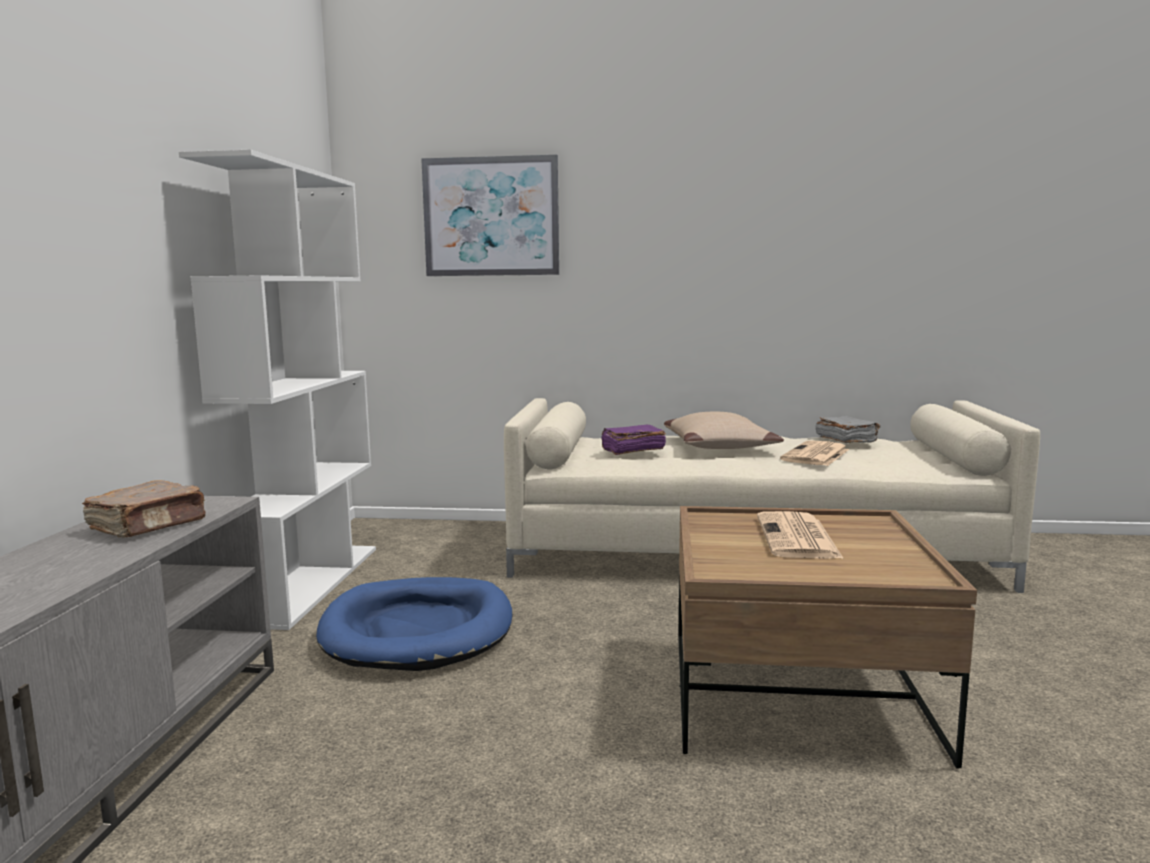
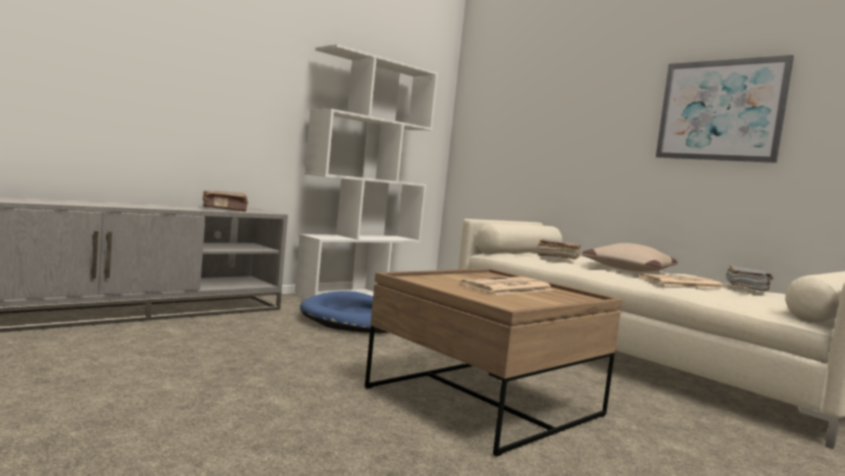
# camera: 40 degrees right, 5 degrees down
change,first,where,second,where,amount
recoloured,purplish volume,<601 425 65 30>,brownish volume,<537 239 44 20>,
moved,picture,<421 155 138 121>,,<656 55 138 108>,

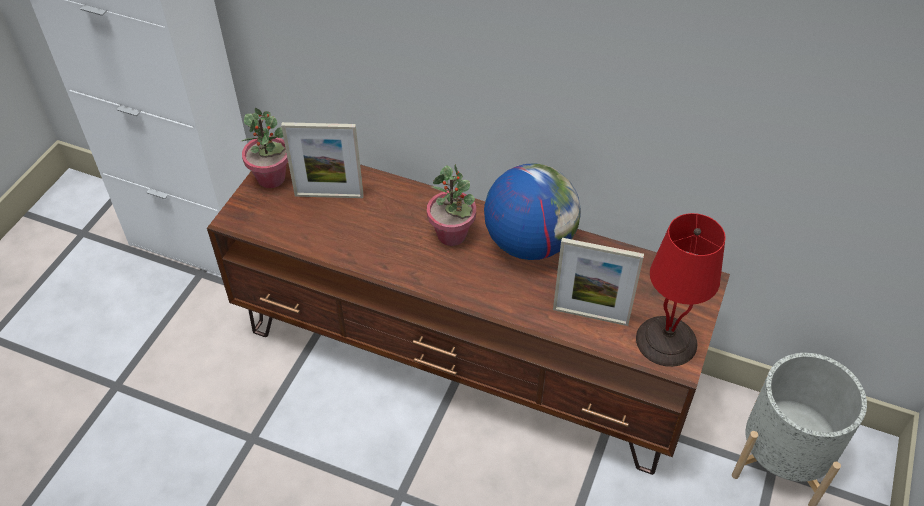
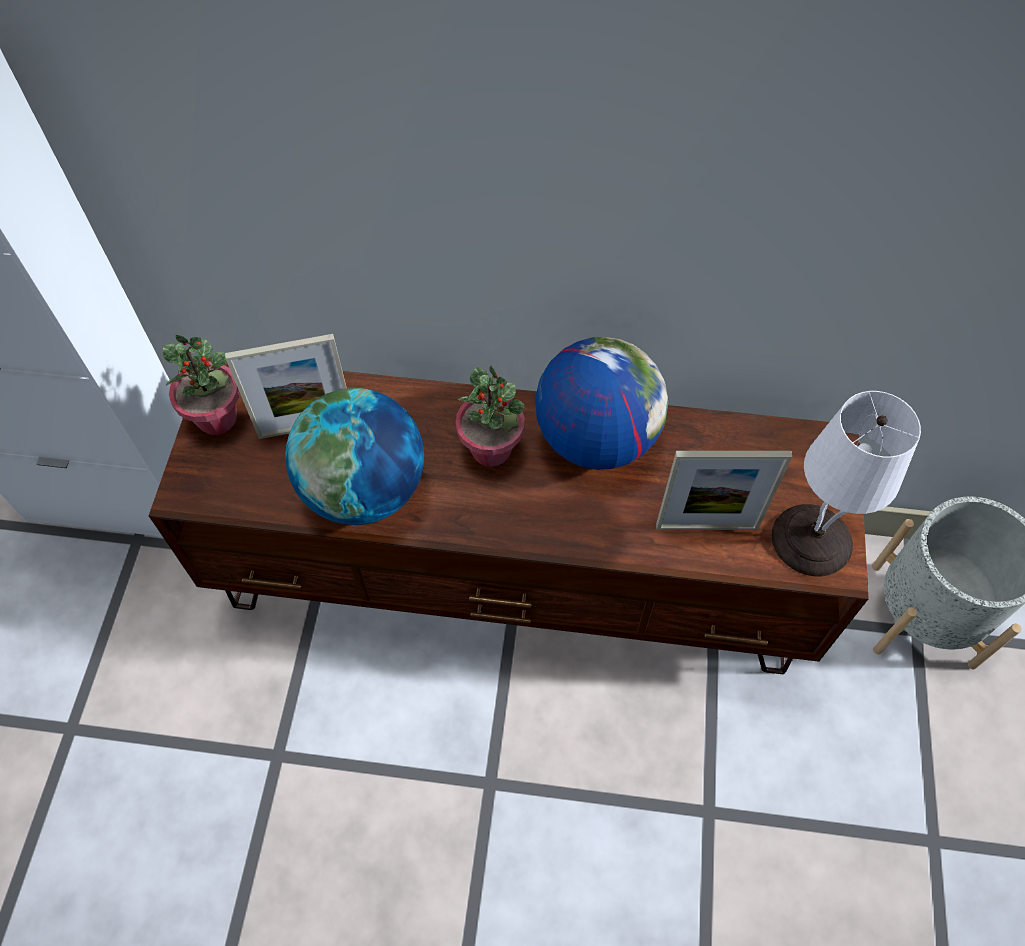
# camera: 15 degrees left, 10 degrees up
change,first,where,second,where,amount
added,,,desk globe,<285 388 139 137>,
recoloured,red-coloured table lamp,<636 213 90 154>,white table lamp,<772 391 149 185>,

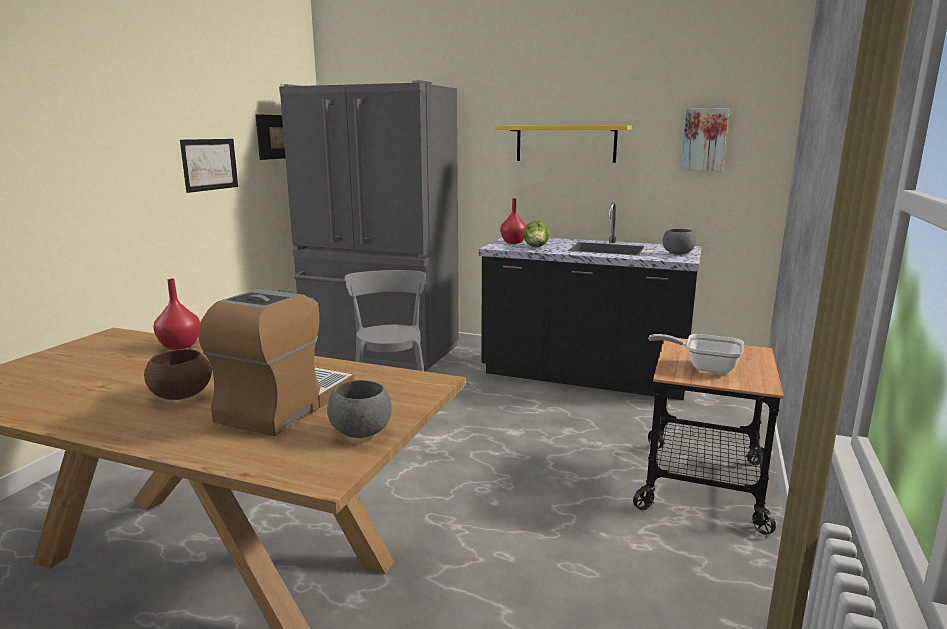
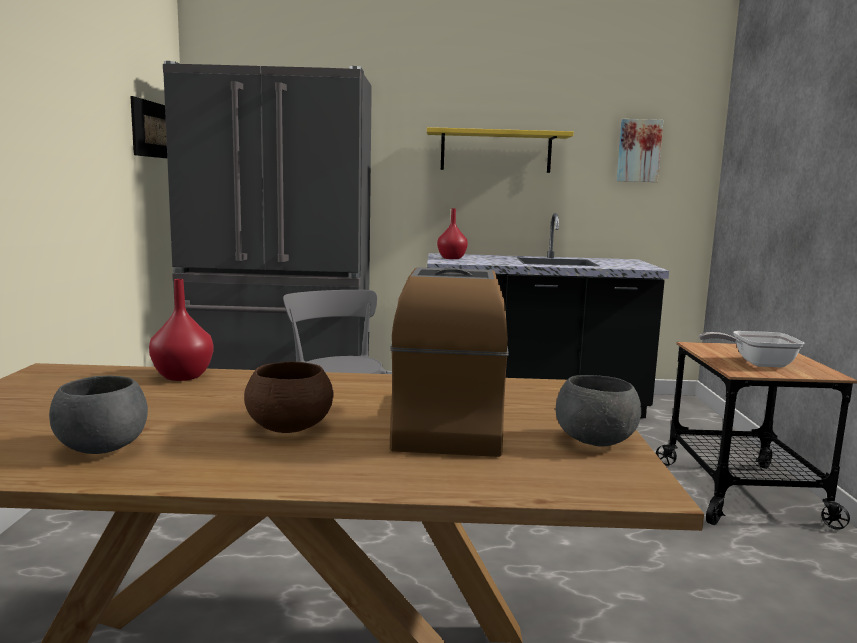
# camera: 20 degrees left, 5 degrees down
change,first,where,second,where,amount
moved,gray bowl,<663 229 33 26>,,<49 376 99 78>,
removed,picture,<180 139 58 54>,,,
removed,lettuce,<523 221 27 26>,,,

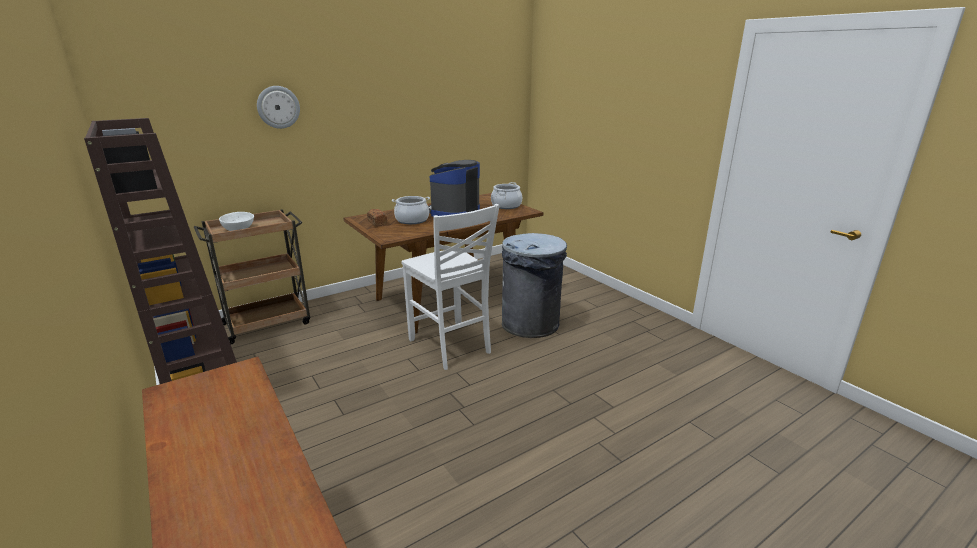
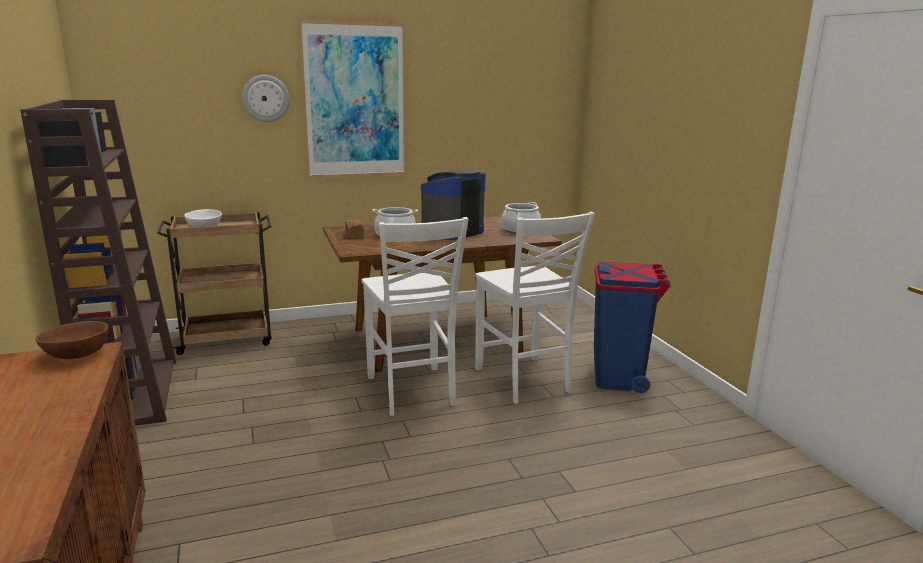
# camera: 15 degrees right, 5 degrees down
change,first,where,second,where,amount
added,,,brownish bowl,<35 321 73 38>,
added,,,picture,<301 20 103 158>,
replaced,gray rubbish bin,<502 233 65 105>,white plain chair,<475 212 120 192>,
added,,,blue-coloured rubbish bin,<594 262 76 131>,

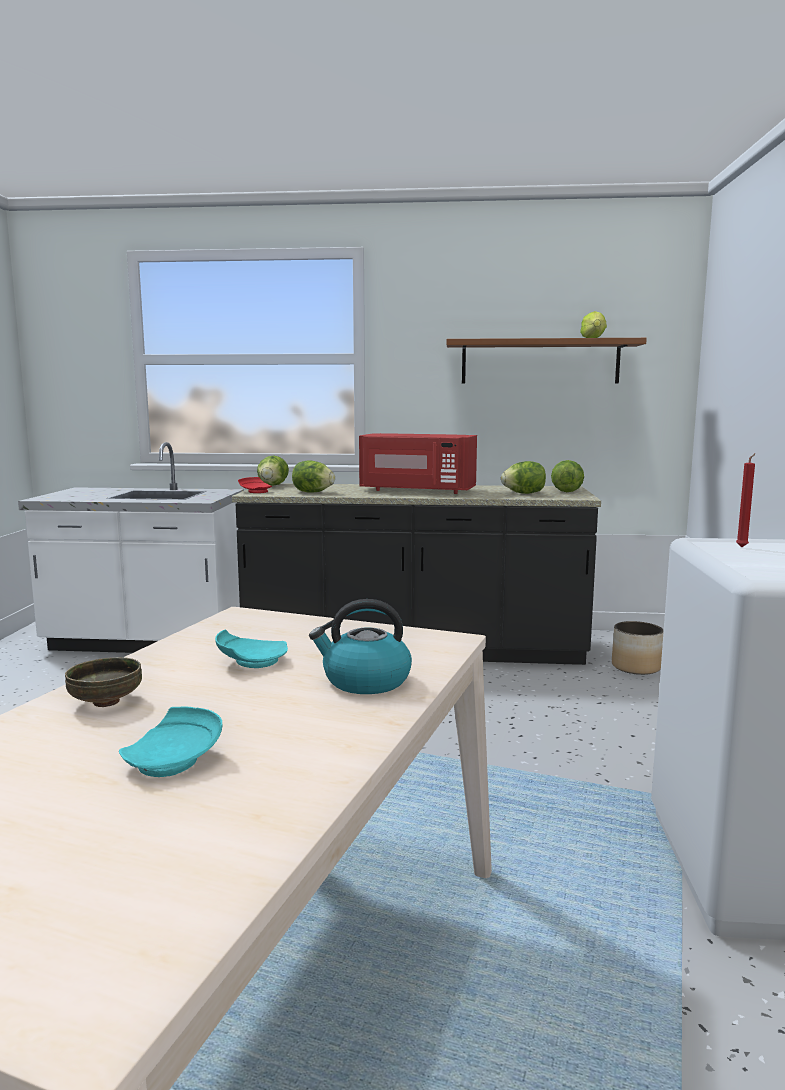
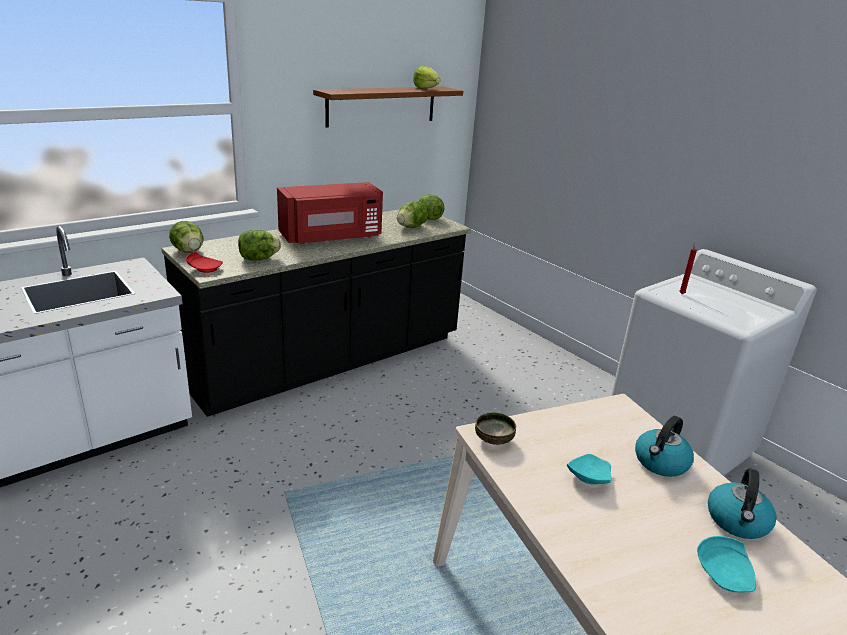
# camera: 45 degrees left, 15 degrees up
change,first,where,second,where,amount
moved,bowl,<65 657 77 50>,,<475 412 41 33>,
added,,,kettle,<708 468 68 71>,
removed,planter,<612 621 52 54>,,,

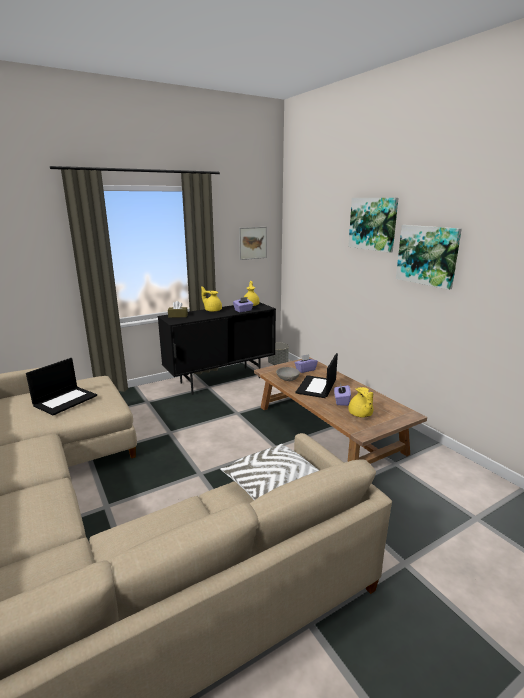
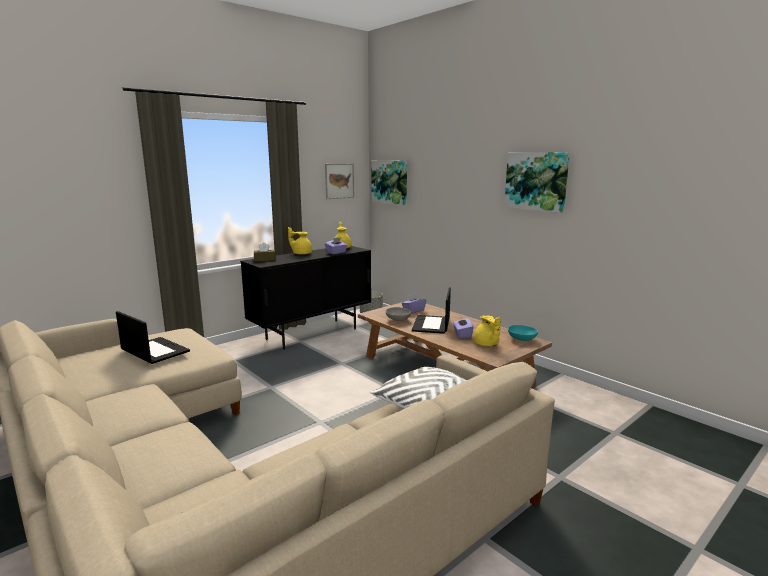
# camera: 10 degrees left, 5 degrees down
change,first,where,second,where,amount
turned,portable computer,<26 358 71 57>,,<116 311 74 53>,75 degrees counterclockwise
moved,picture,<348 198 50 55>,,<371 160 36 46>,
added,,,turquoise bowl,<508 325 30 16>,

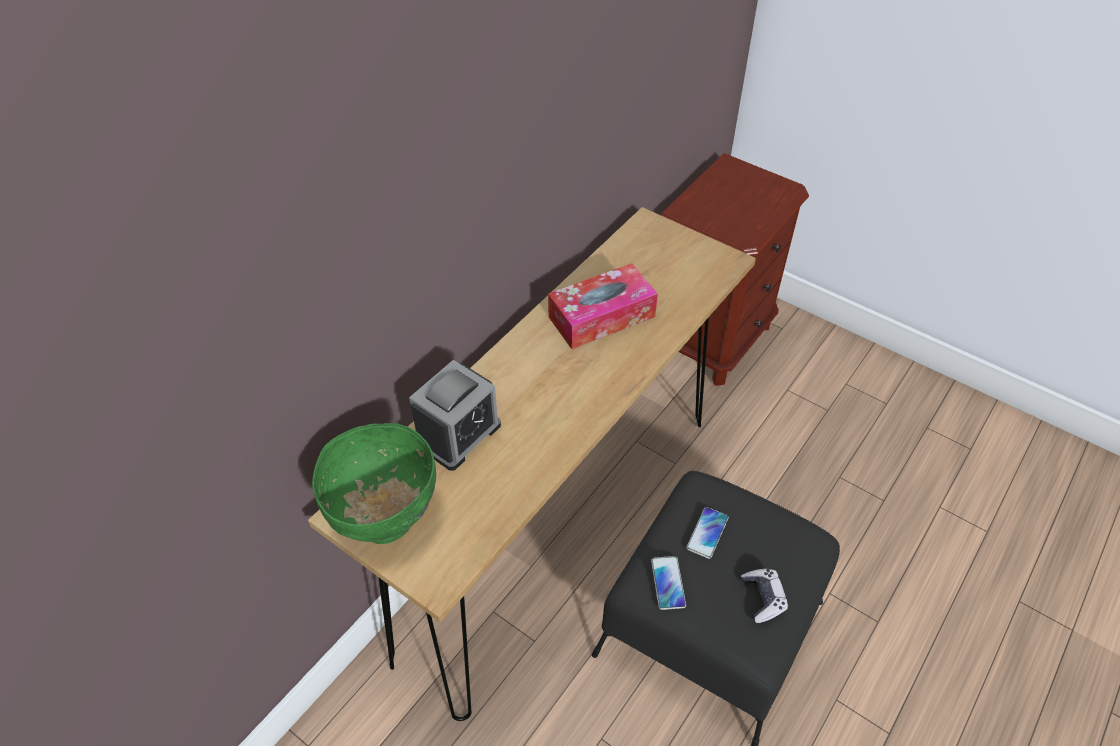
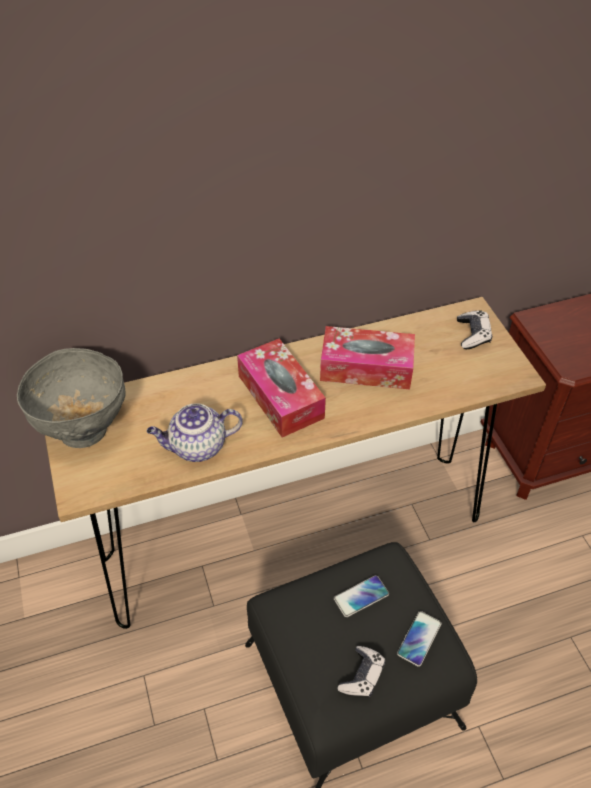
# camera: 35 degrees right, 0 degrees up
change,first,where,second,where,amount
recoloured,green bowl,<312 423 124 121>,gray bowl,<17 348 109 100>,
added,,,pot for tea,<147 403 96 59>,
added,,,tissue box,<237 339 89 98>,
moved,phone,<651 556 35 54>,,<397 611 44 56>,
added,,,joypad,<457 310 35 39>,
removed,alarm clock,<409 360 92 111>,,,

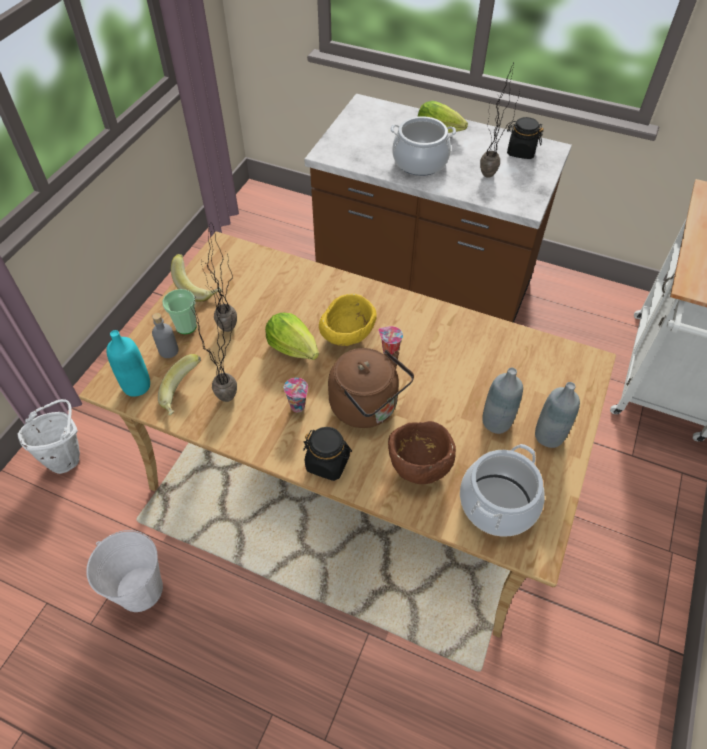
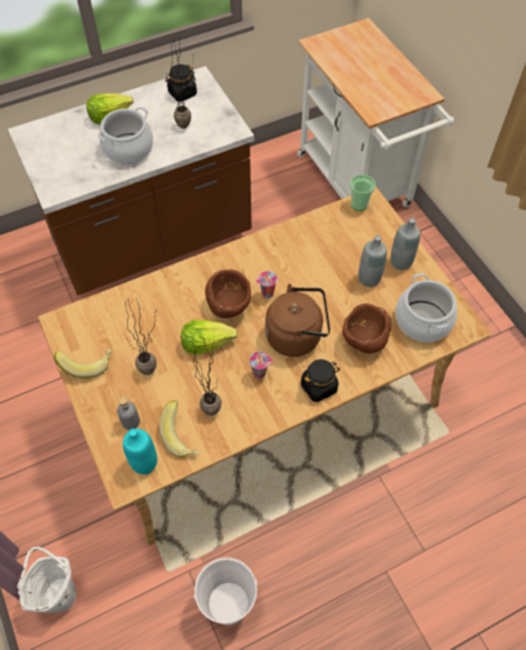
# camera: 50 degrees left, 5 degrees up
change,first,where,second,where,amount
recoloured,yellowish bowl,<319 294 58 52>,brownish bowl,<205 269 46 49>,
moved,small cup,<162 289 35 45>,,<350 175 25 36>,

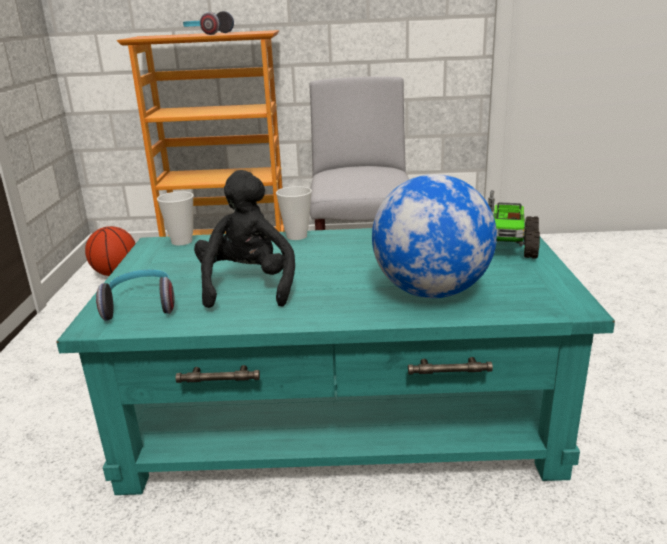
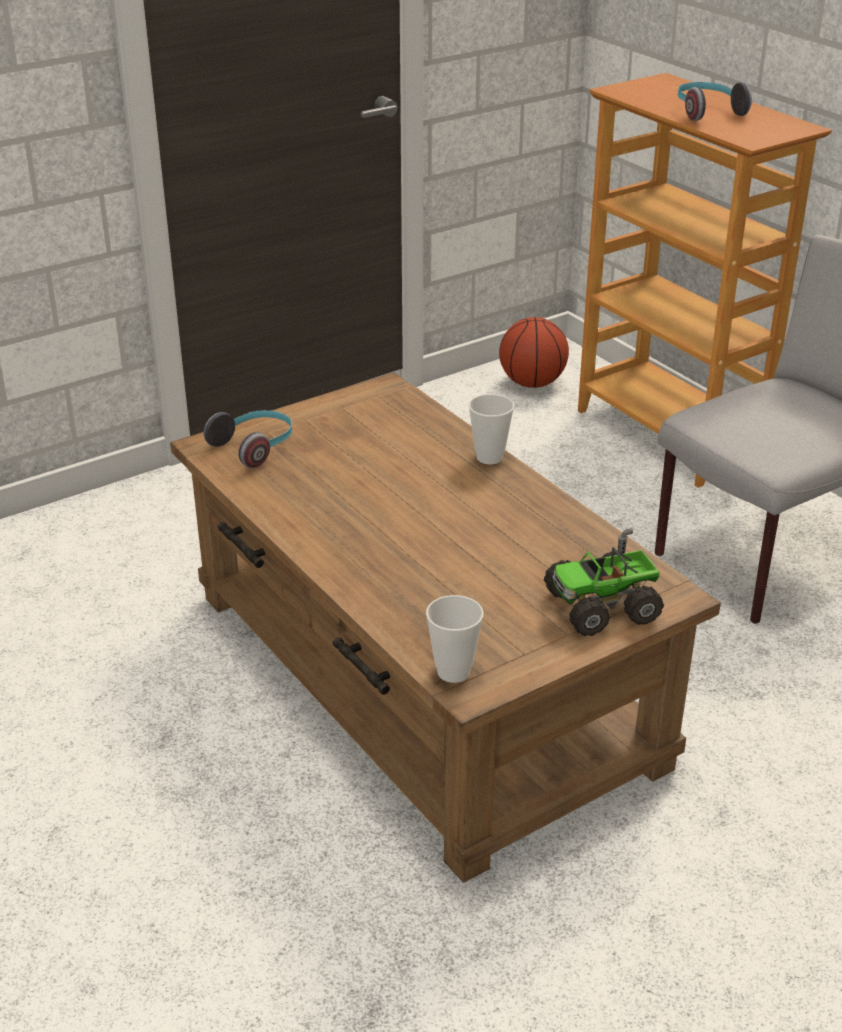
# camera: 55 degrees right, 10 degrees up
change,first,where,second,where,amount
recoloured,turquoise low table,<57 228 558 267>,brownish low table,<170 372 551 511>,
moved,small cup,<157 191 37 54>,,<426 595 58 88>,
removed,black-coloured plush toy,<194 170 101 138>,,,
removed,desk globe,<372 174 125 124>,,,

